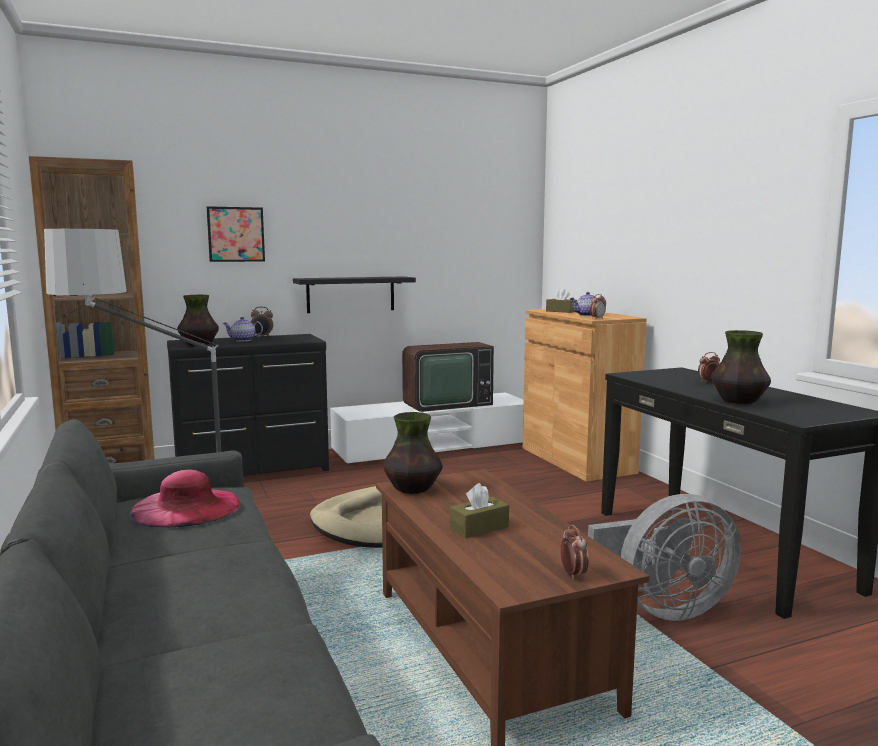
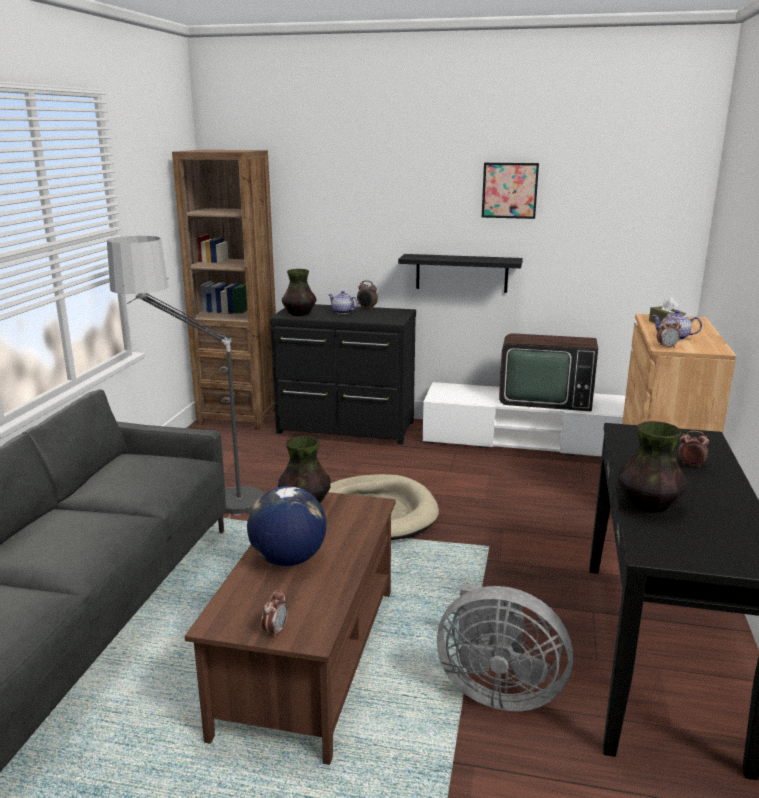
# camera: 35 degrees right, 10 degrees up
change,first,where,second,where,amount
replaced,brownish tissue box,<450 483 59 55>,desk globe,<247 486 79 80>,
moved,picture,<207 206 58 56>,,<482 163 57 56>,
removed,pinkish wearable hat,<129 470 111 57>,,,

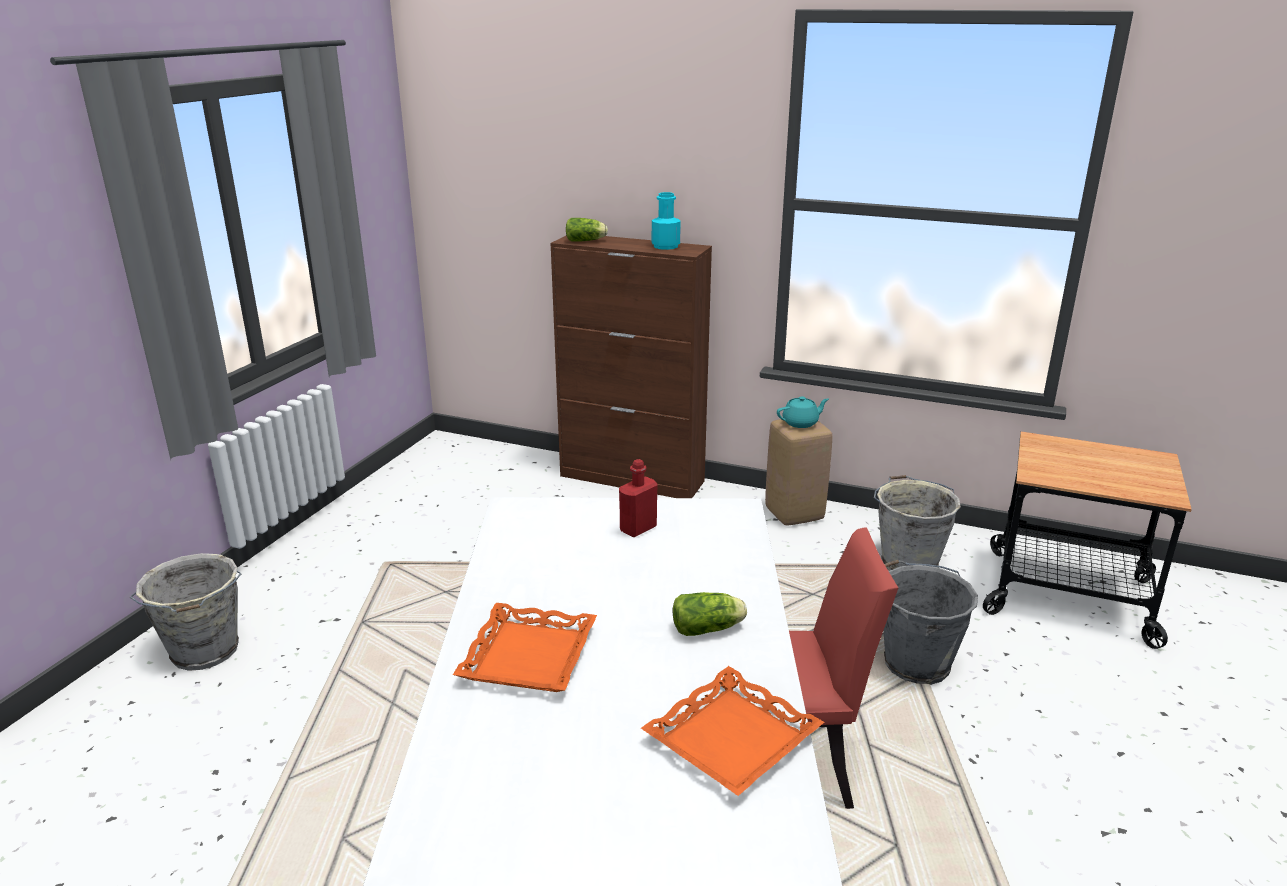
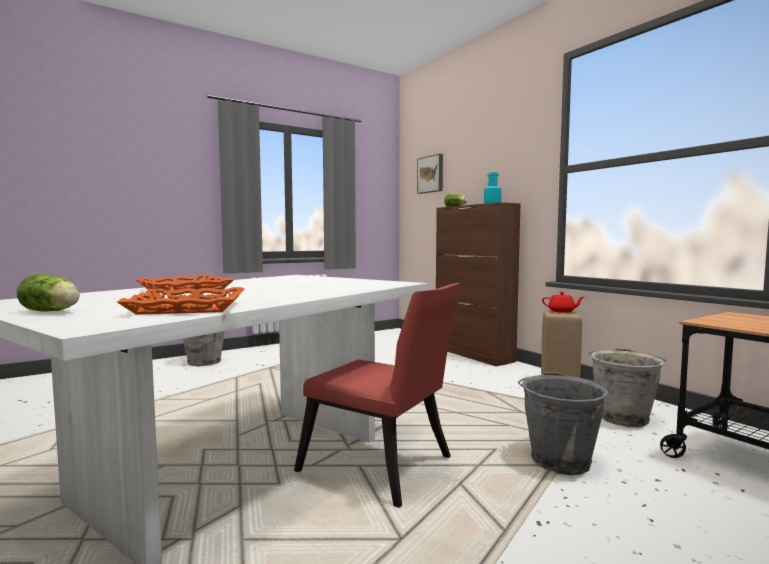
# camera: 35 degrees right, 20 degrees down
change,first,where,second,where,amount
moved,lettuce,<673 592 74 44>,,<17 274 63 37>,
added,,,picture,<417 154 26 40>,
recoloured,turquoise pot for tea,<777 396 52 32>,red-coloured pot for tea,<542 292 42 21>,
removed,red-coloured drink bottle,<619 459 38 78>,,,

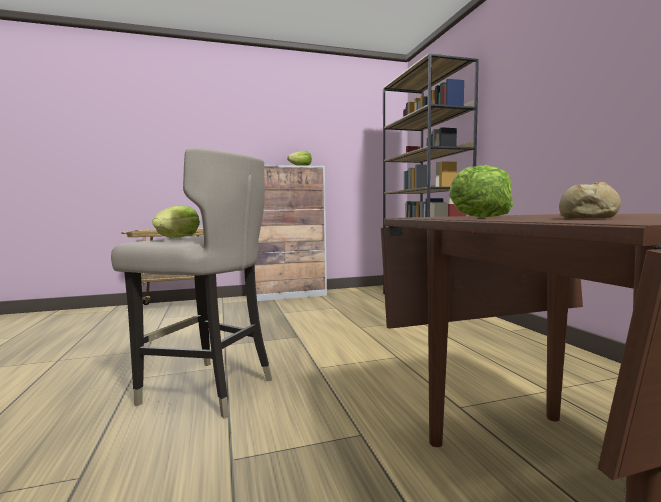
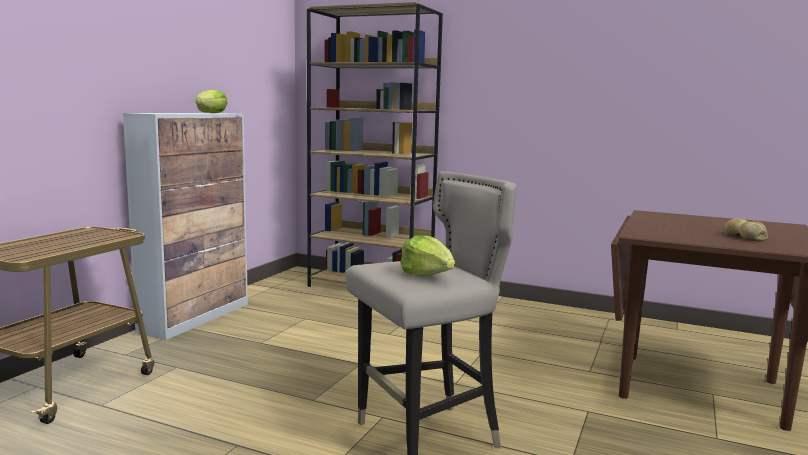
# camera: 50 degrees left, 5 degrees up
change,first,where,second,where,amount
removed,lettuce,<449 165 65 52>,,,

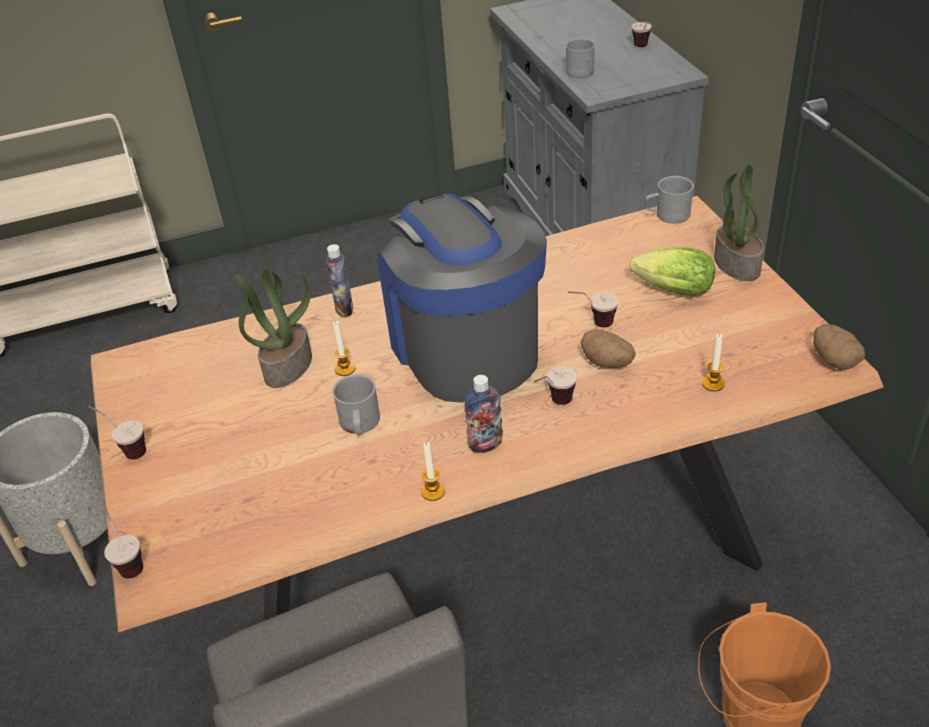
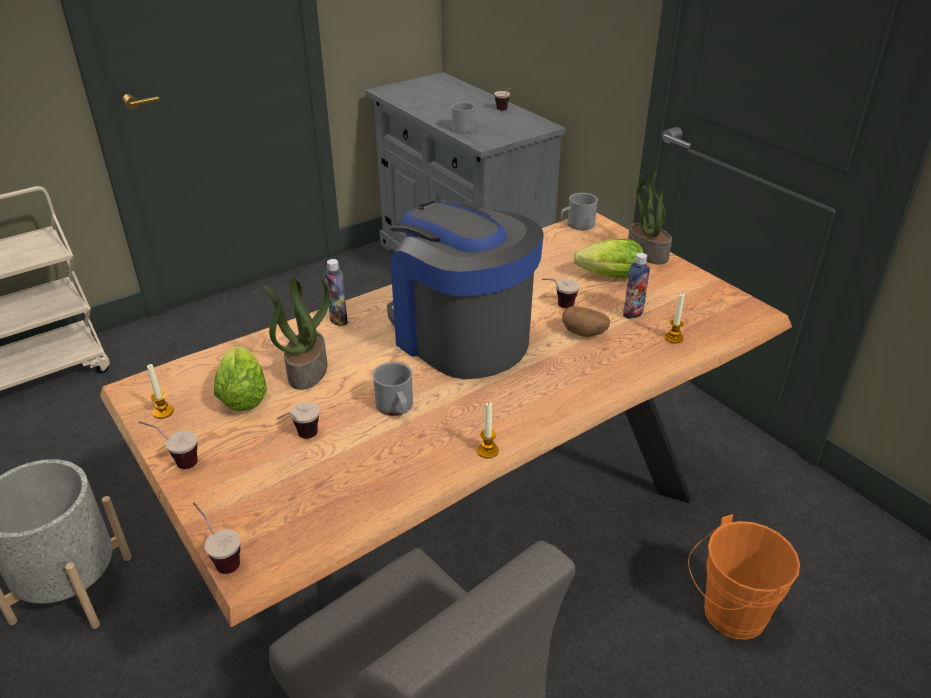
# camera: 20 degrees left, 5 degrees down
change,first,where,second,where,amount
moved,wax candle,<333 321 23 55>,,<147 364 27 55>,
added,,,lettuce,<214 345 53 66>,
moved,small cup,<533 366 44 39>,,<276 402 43 37>,
moved,drink bottle,<464 375 39 78>,,<623 253 27 66>,
removed,spud,<813 324 52 46>,,,

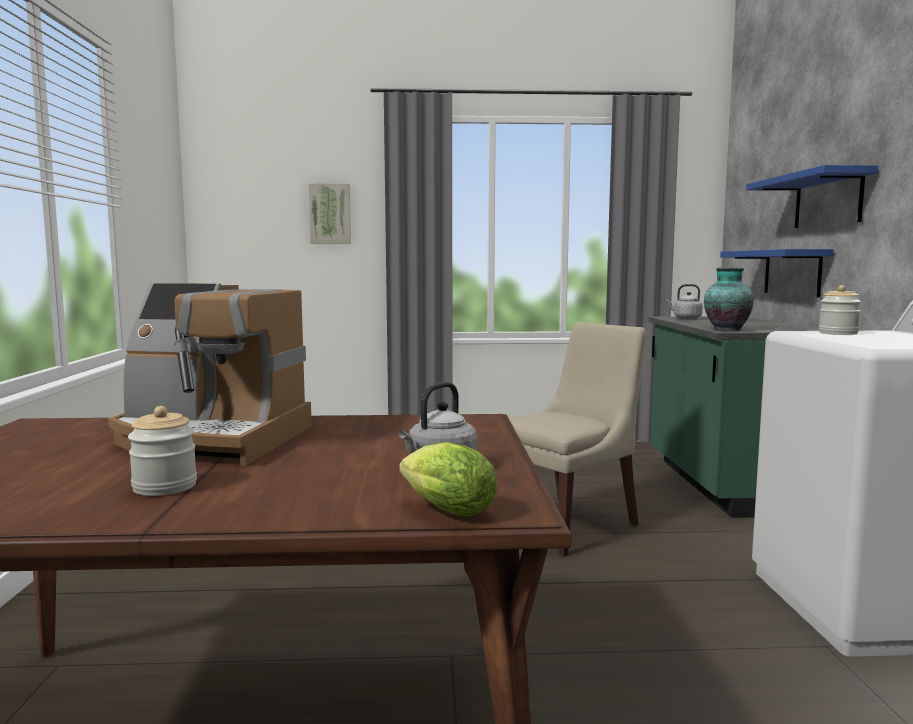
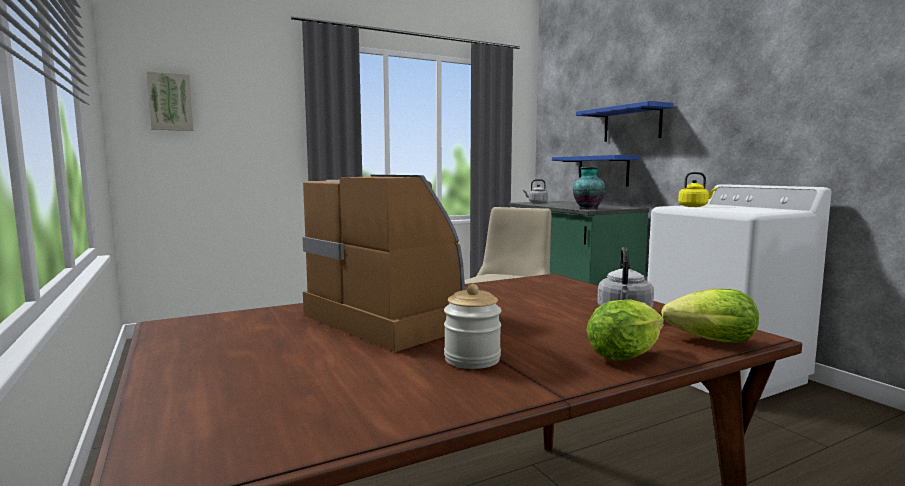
# camera: 25 degrees left, 0 degrees up
change,first,where,second,where,amount
moved,picture,<309 183 42 61>,,<147 71 46 60>,
turned,coffee brewer,<108 283 204 183>,,<302 175 165 177>,120 degrees counterclockwise
added,,,lettuce,<586 299 78 62>,
replaced,jar,<819 285 42 50>,yellowish kettle,<678 172 39 35>,

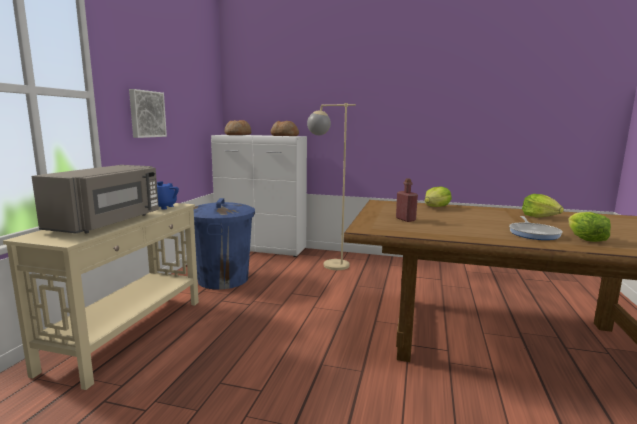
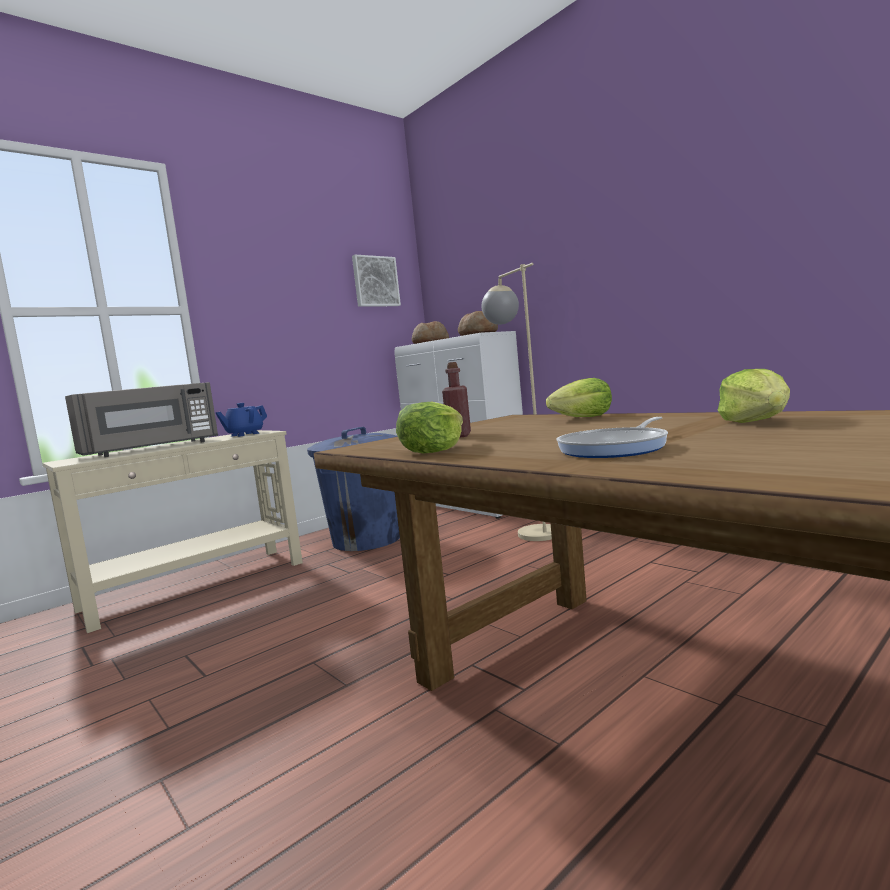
# camera: 35 degrees right, 5 degrees down
change,first,where,second,where,amount
moved,picture,<129 89 38 49>,,<352 255 49 52>,
moved,lettuce,<568 212 43 30>,,<396 402 67 52>,

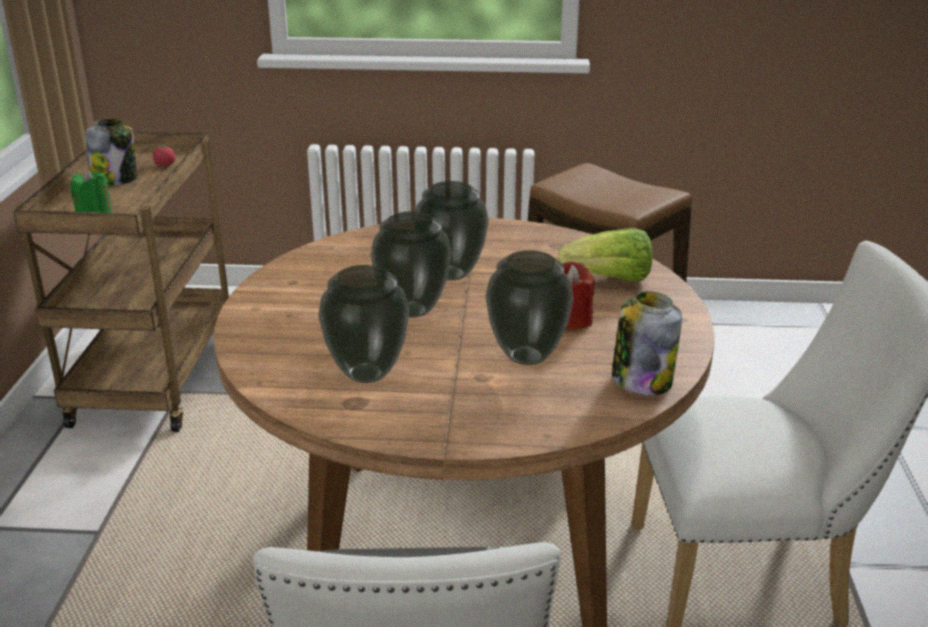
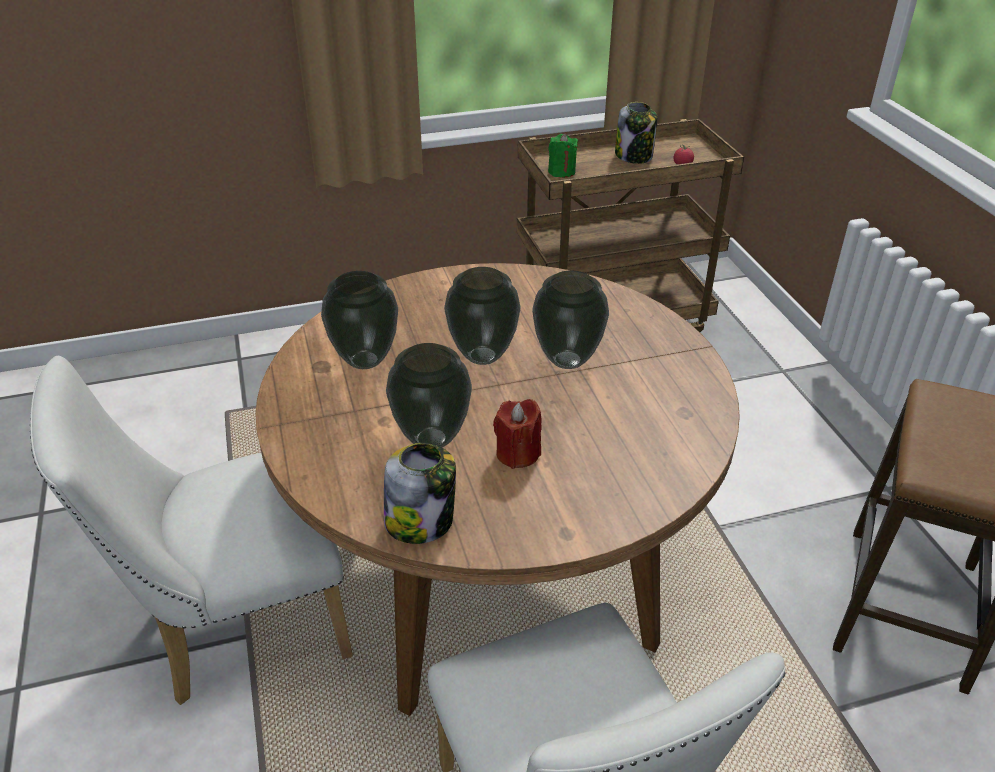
# camera: 70 degrees right, 10 degrees up
change,first,where,second,where,amount
removed,lettuce,<557 228 96 54>,,,

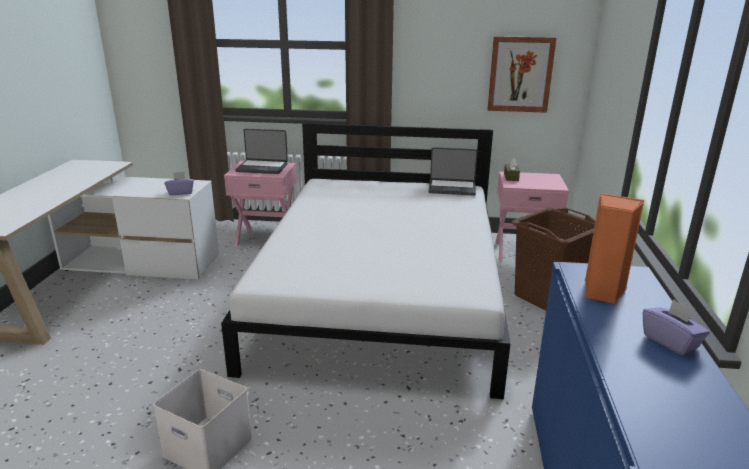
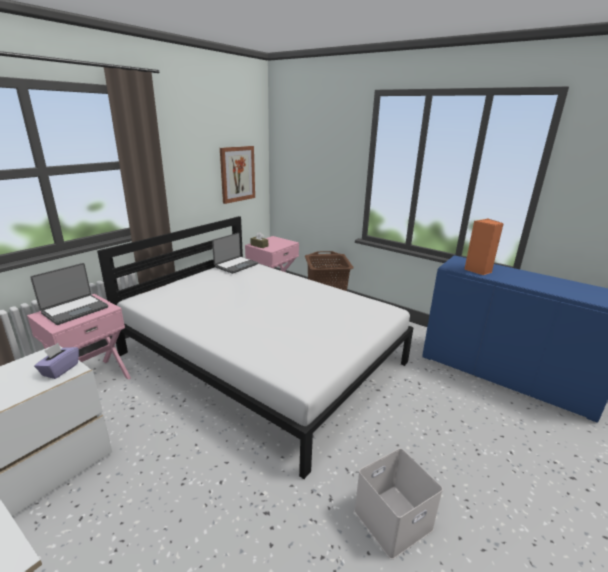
# camera: 60 degrees left, 0 degrees up
change,first,where,second,where,amount
removed,purplish tissue box,<643 299 67 56>,,,

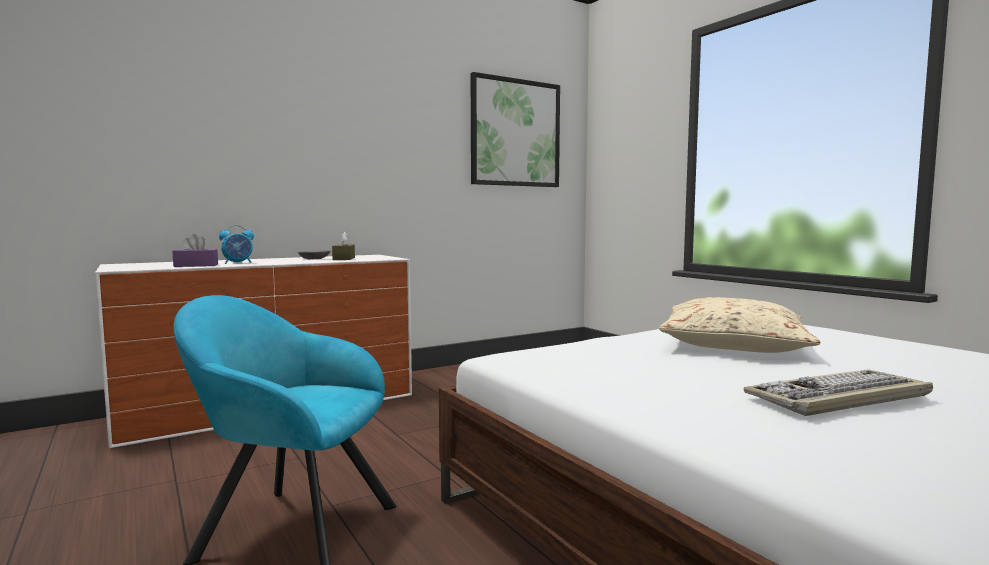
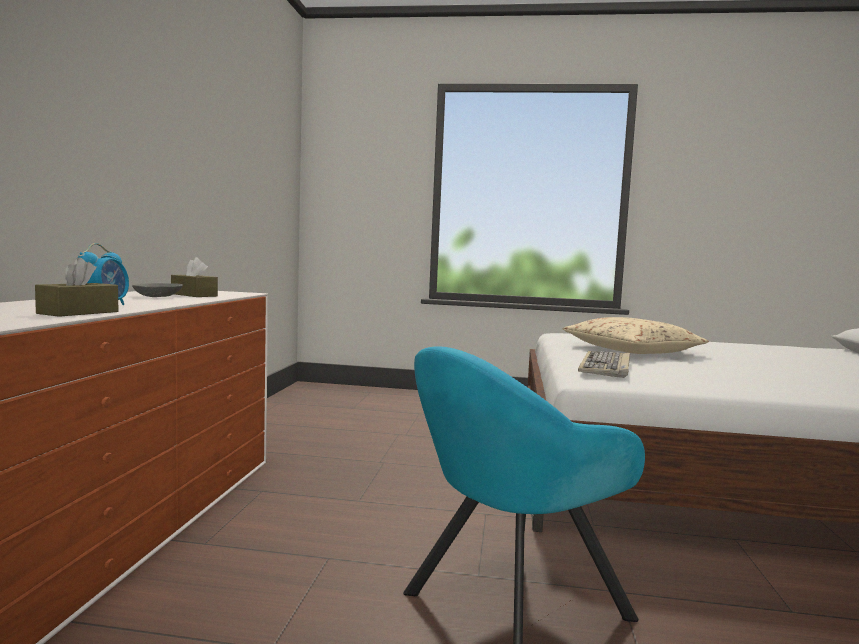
# camera: 50 degrees left, 0 degrees up
change,first,where,second,where,amount
recoloured,purplish tissue box,<172 234 46 33>,brownish tissue box,<35 257 83 60>,
moved,PC keyboard,<744 370 189 46>,,<578 351 52 27>,
removed,picture,<471 72 89 115>,,,

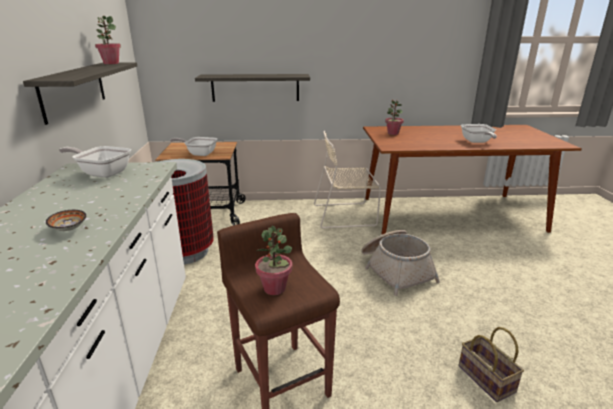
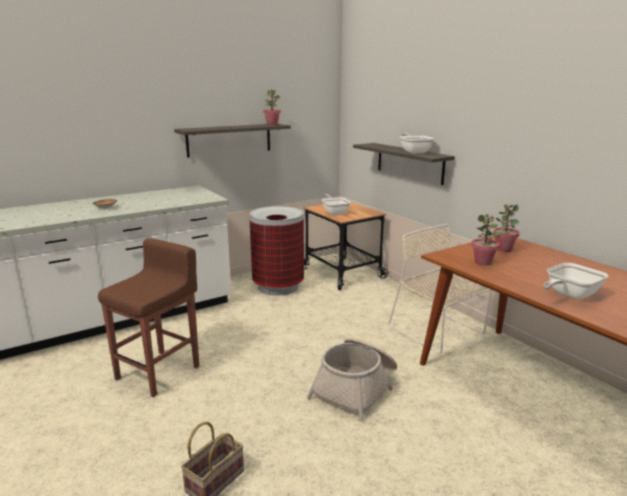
# camera: 60 degrees right, 5 degrees down
change,first,where,second,where,amount
moved,skillet,<59 146 72 32>,,<400 133 35 21>,
moved,potted plant,<255 225 38 70>,,<471 214 29 51>,

